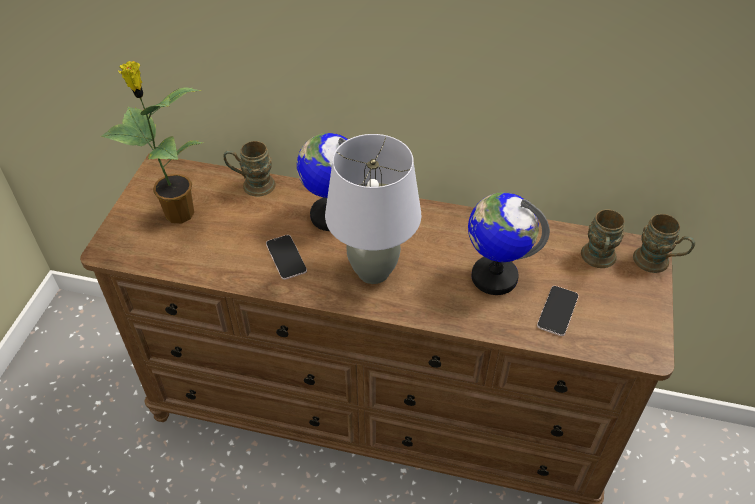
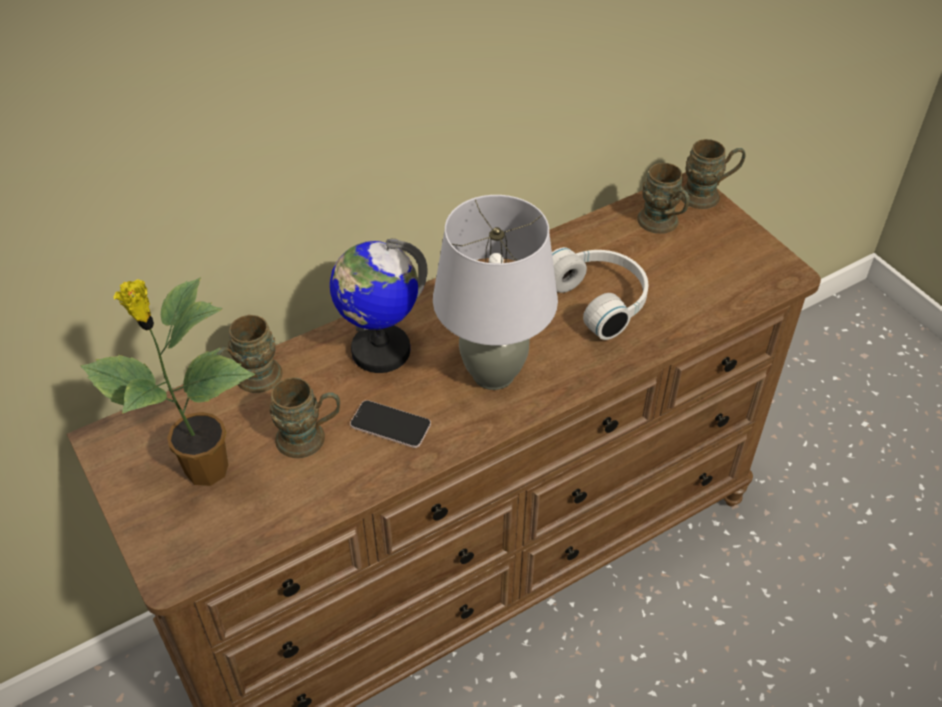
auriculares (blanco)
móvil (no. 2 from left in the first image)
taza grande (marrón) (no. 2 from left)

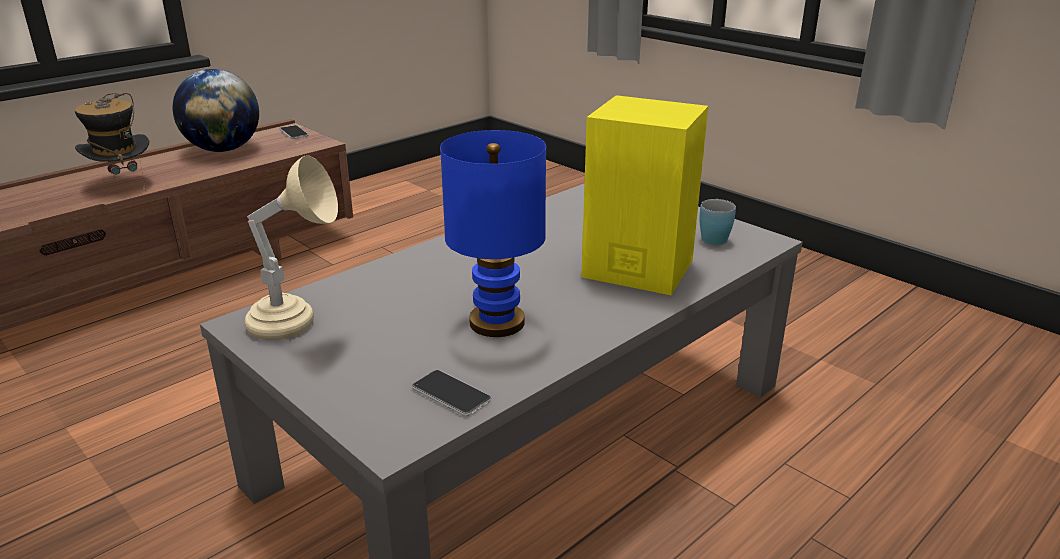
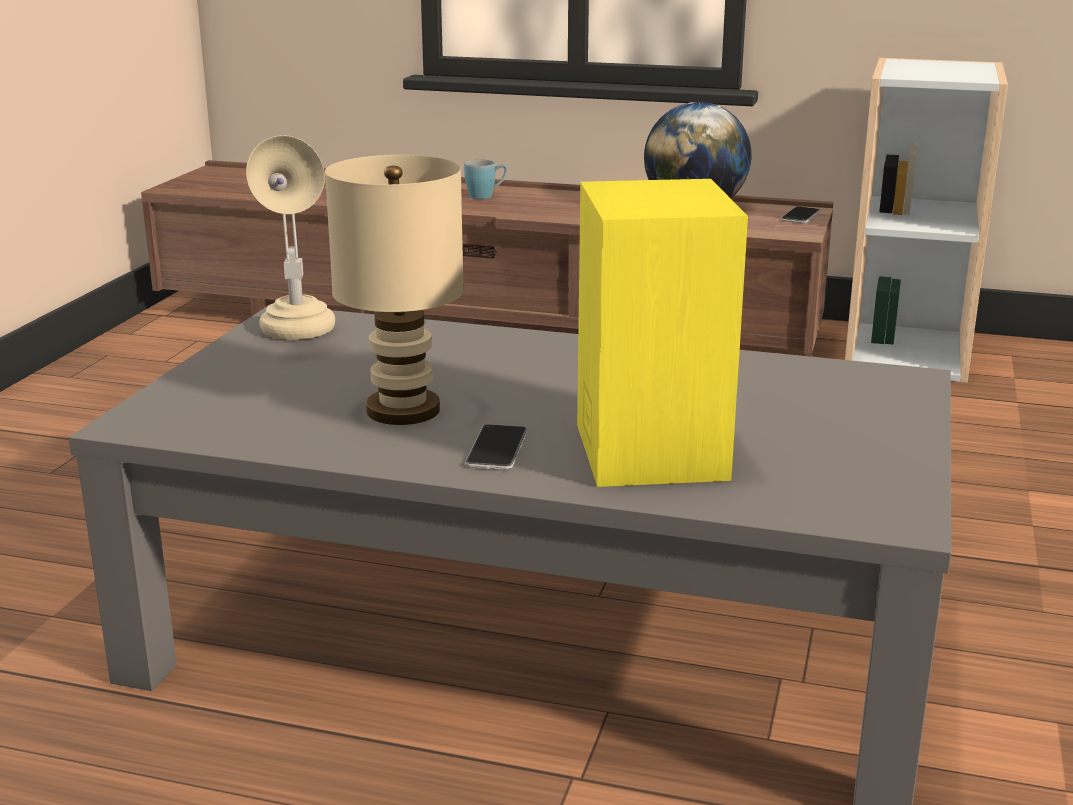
sombrero
móvil (no. 1 from left)
lámpara de mesa (beis) (no. 2 from left)
taza grande (azul)
estantería

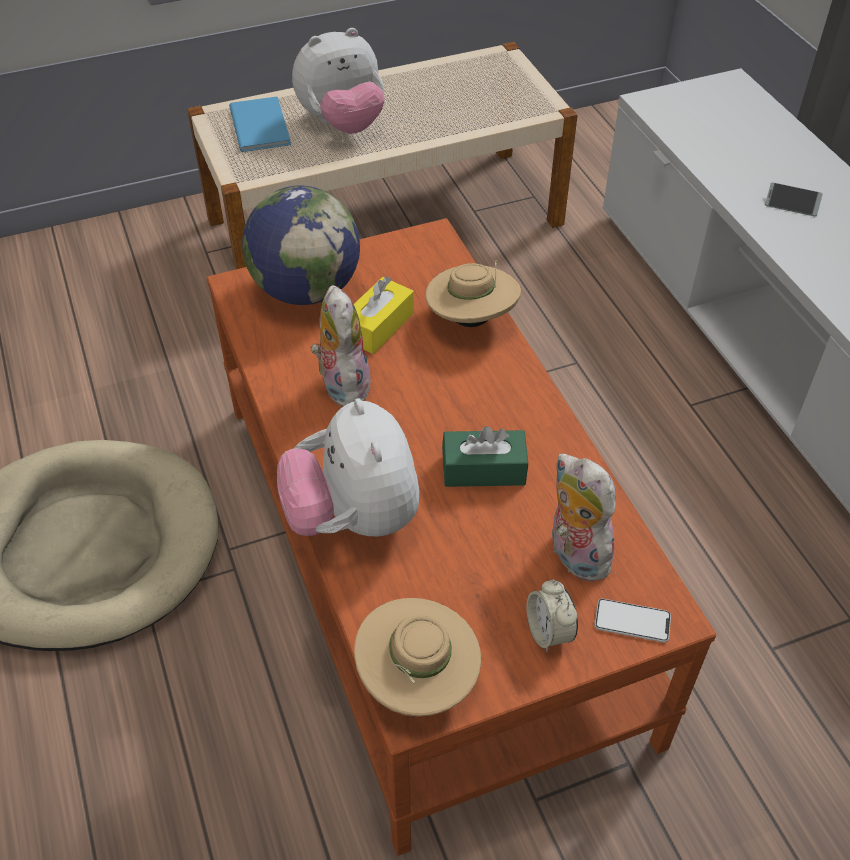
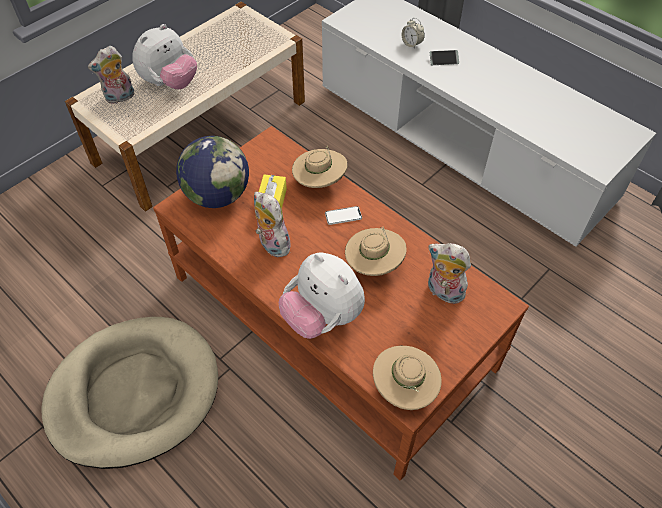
peluche (no. 1 from left)
sombrero (beis) (no. 2 from left)
despertador
móvil (no. 1 from left)

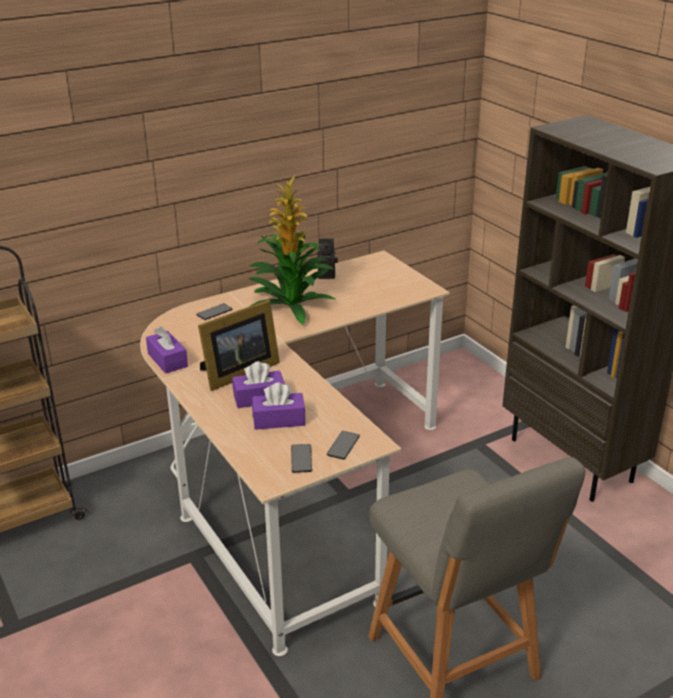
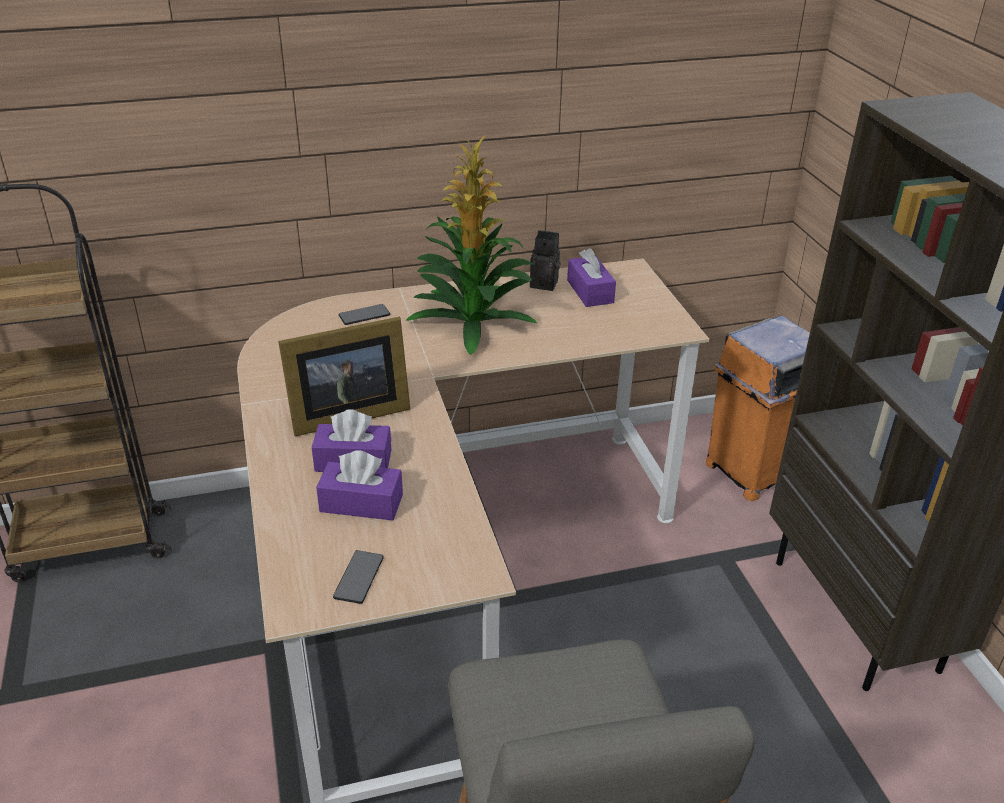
caja de pañuelos (morado) (no. 3 from left)
móvil (no. 3 from left in the first image)
papelera (naranja)

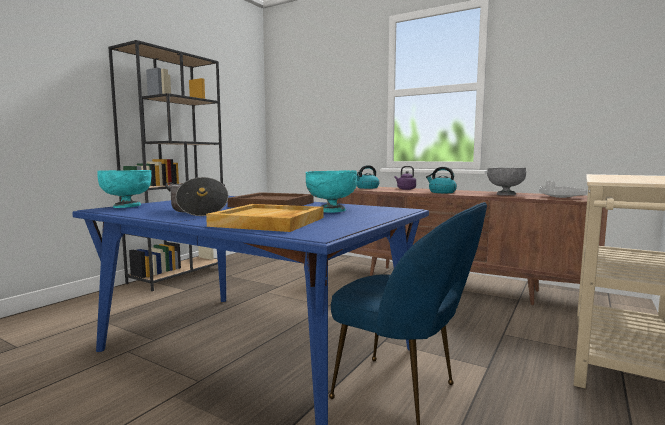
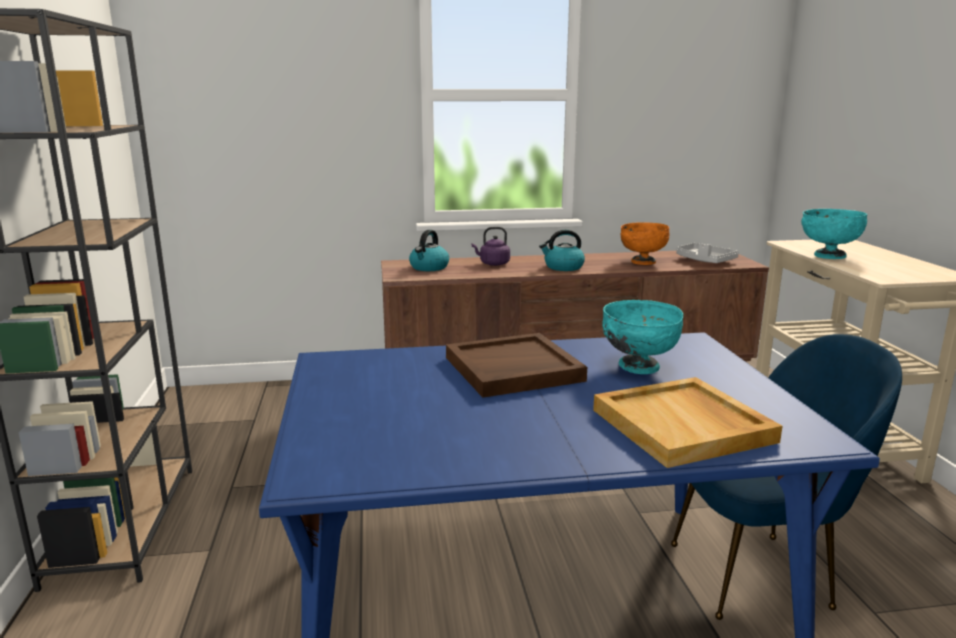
cuenco (turquesa) (no. 2 from left)
olla
cuenco (naranja)

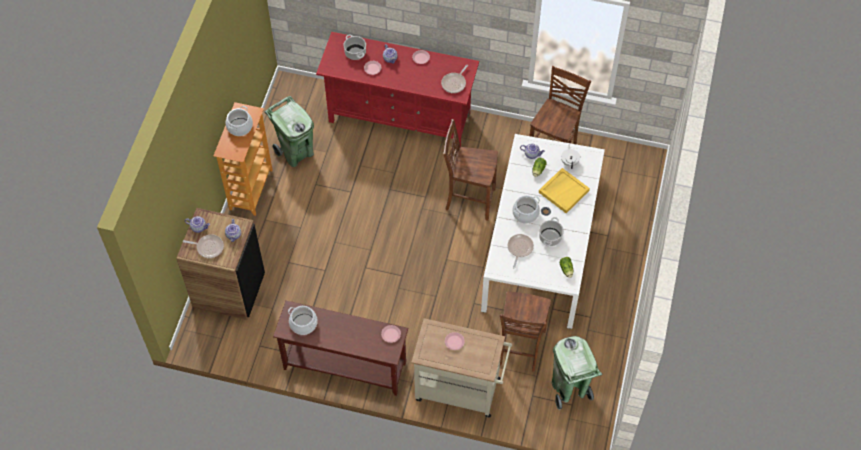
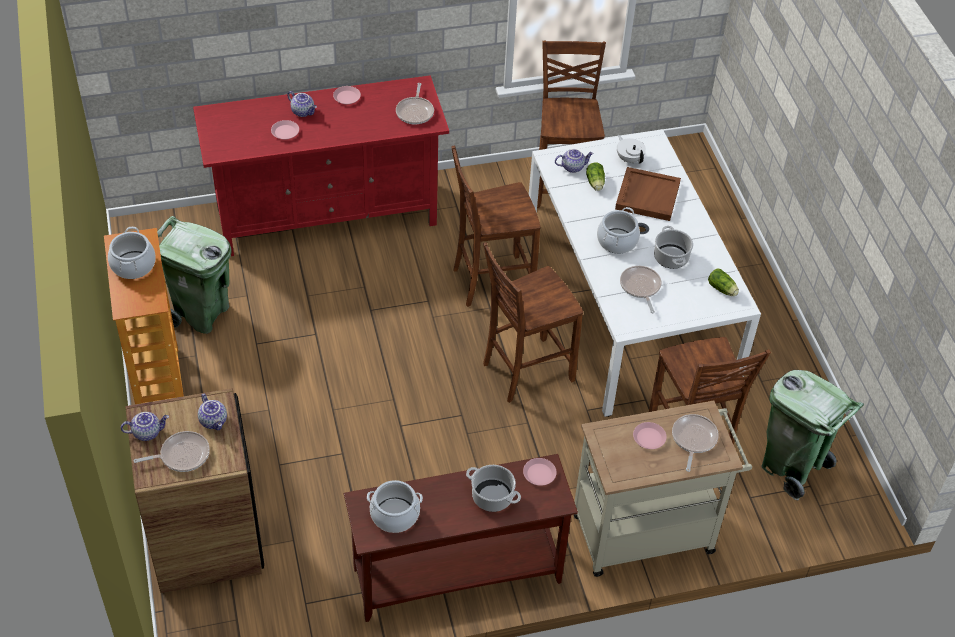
olla (no. 3 from left)
bandeja (marrón)
silla (marrón) (no. 2 from left)
sartén (no. 4 from left)

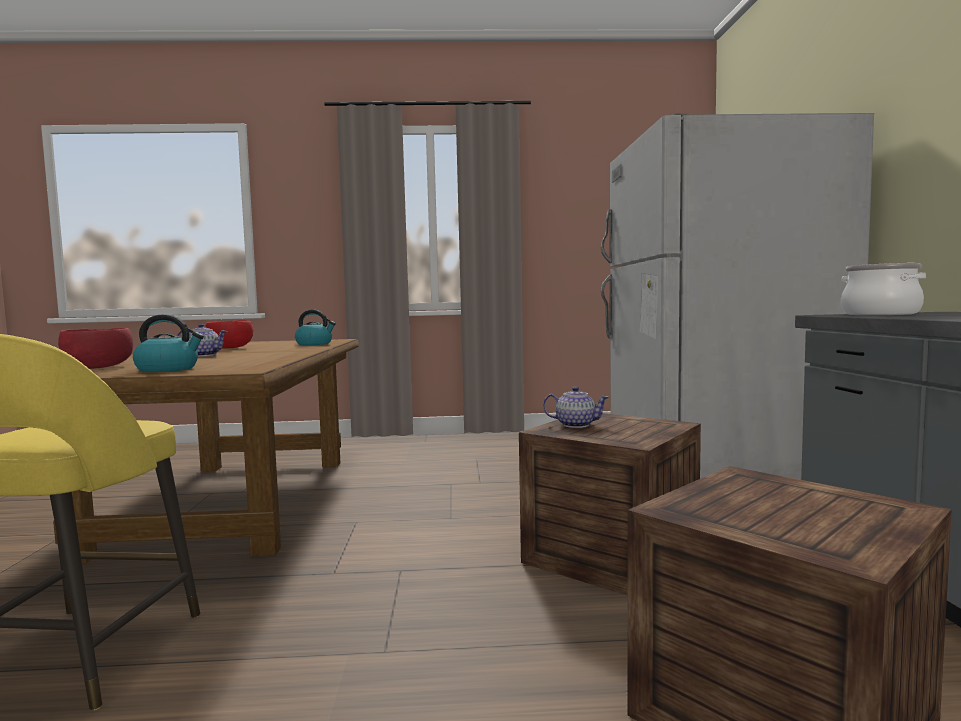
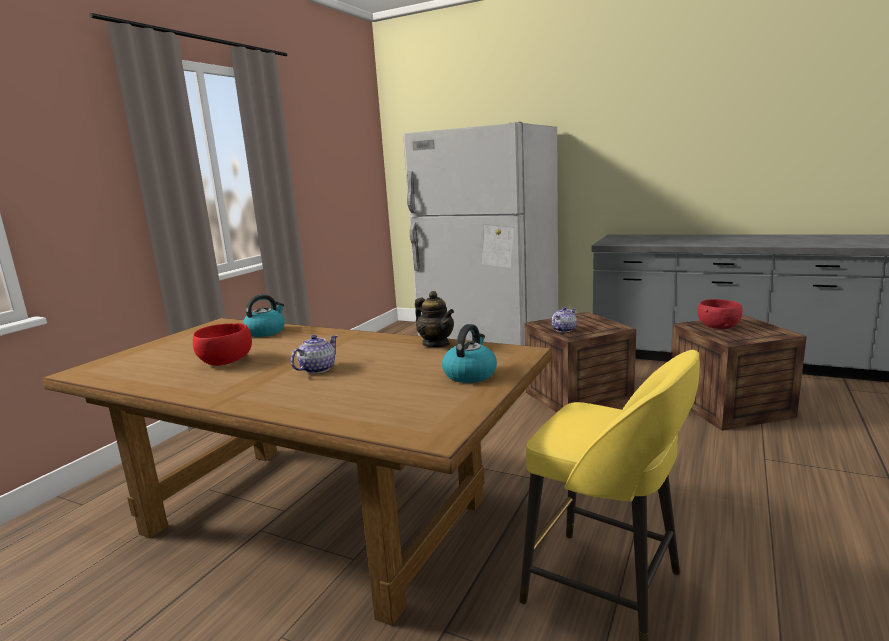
cuenco (rojo) (no. 2 from left)
olla
tetera (no. 2 from left)

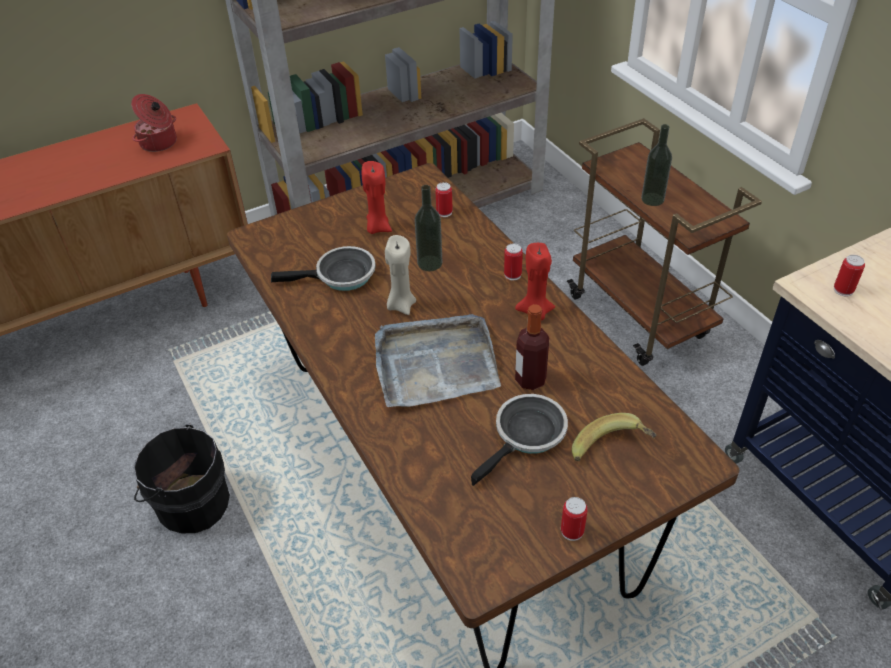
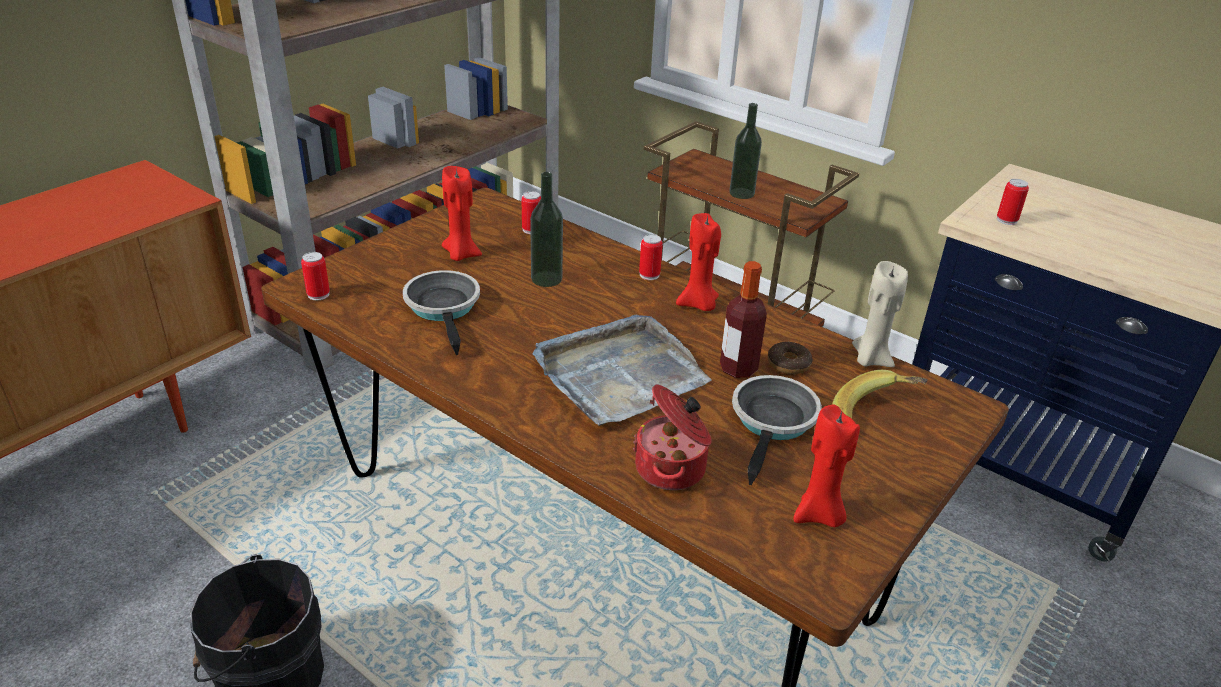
olla
sartén (no. 1 from left)
vela (beis)
lata (no. 1 from left)
rosquilla
vela (rojo) (no. 3 from left)

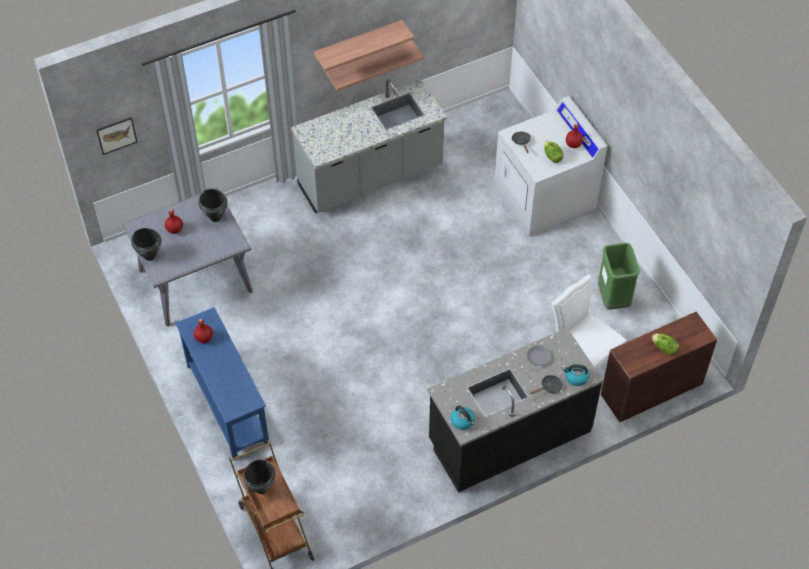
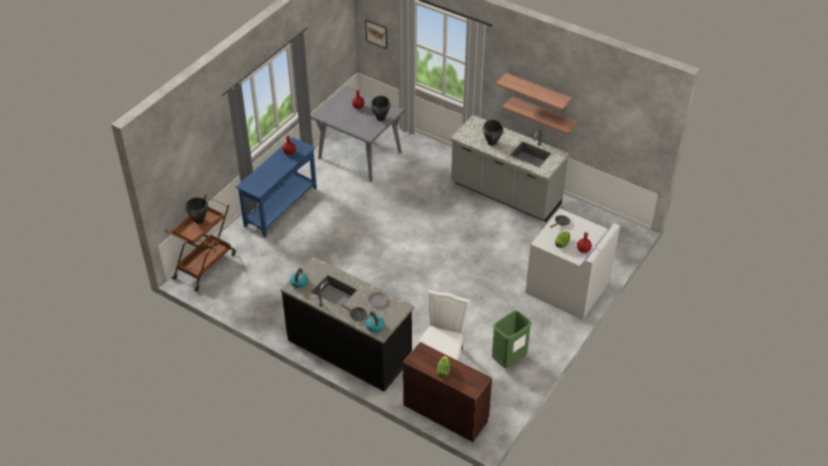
olla (negro) (no. 3 from left)

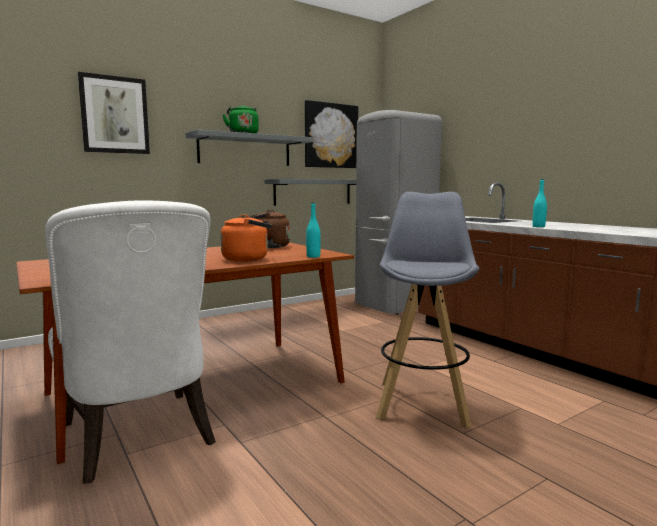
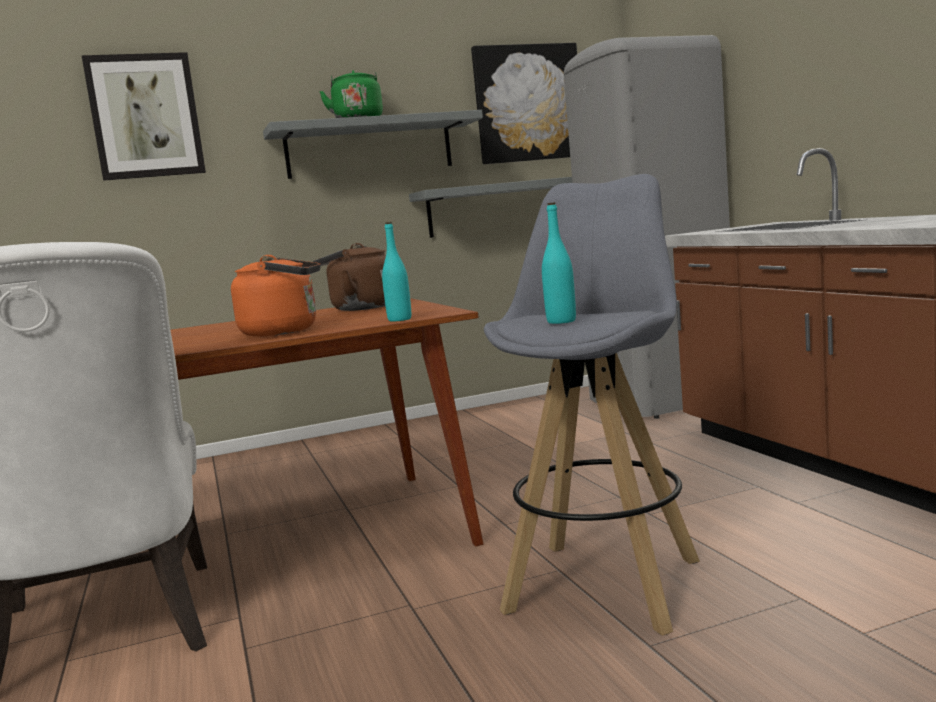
botella (turquesa) (no. 2 from left)

